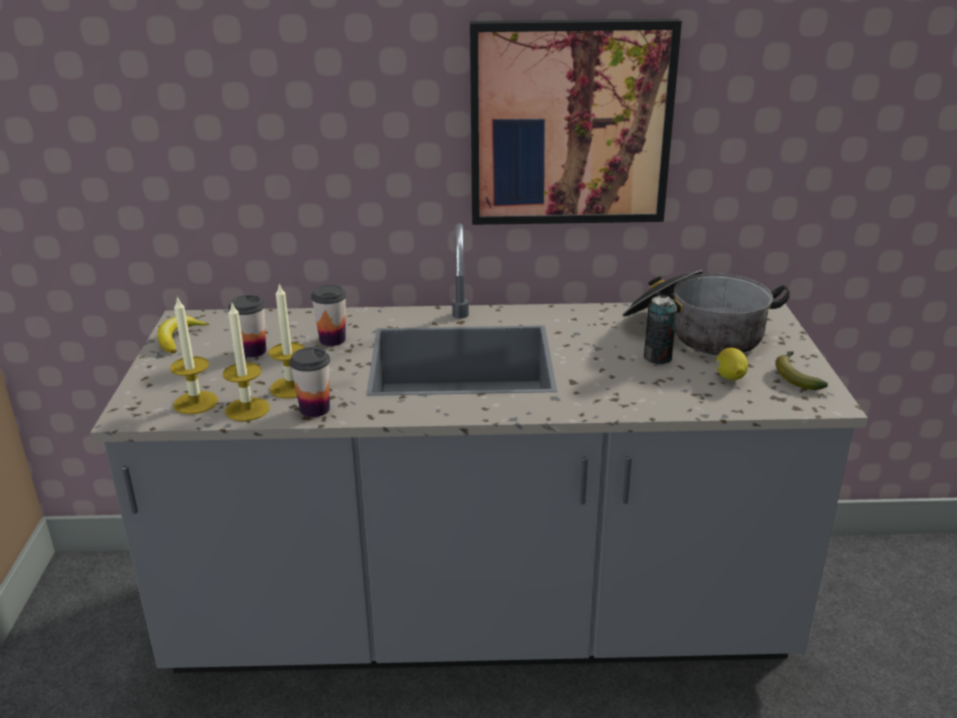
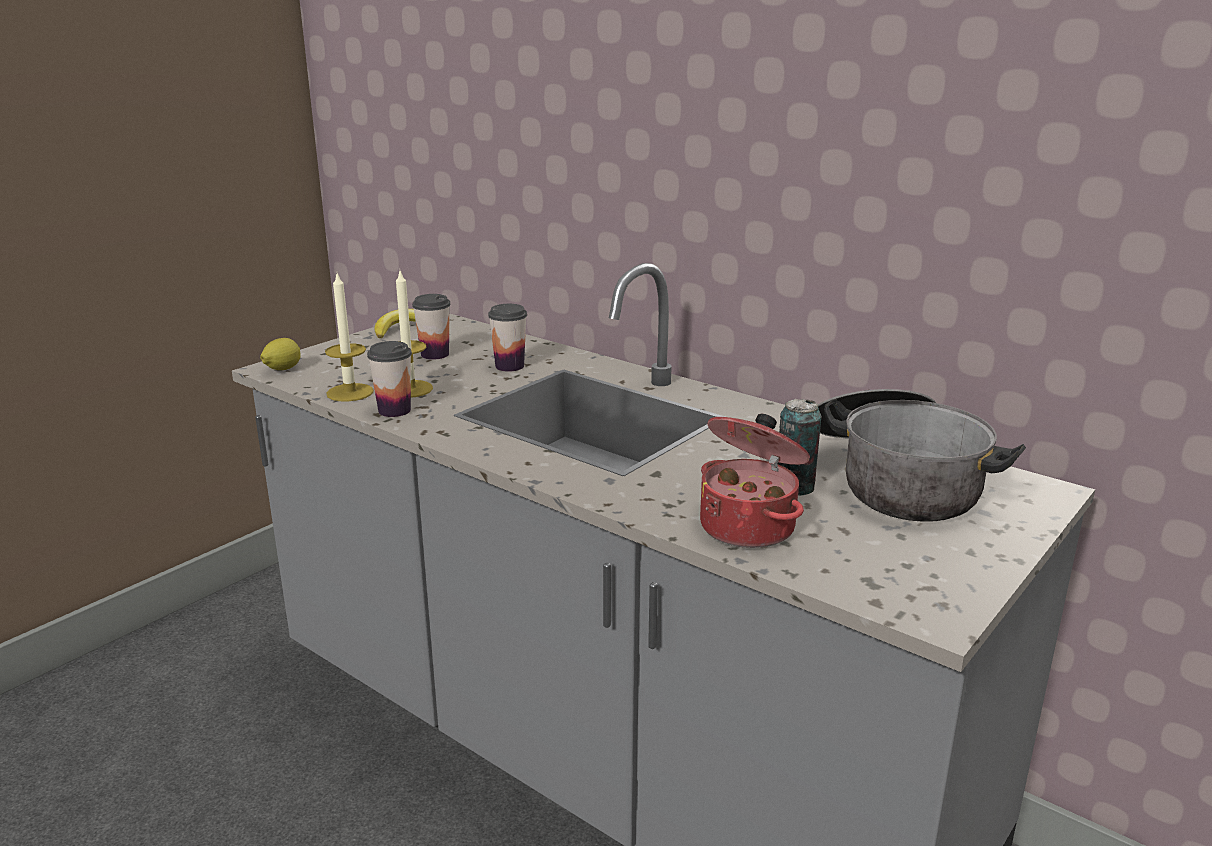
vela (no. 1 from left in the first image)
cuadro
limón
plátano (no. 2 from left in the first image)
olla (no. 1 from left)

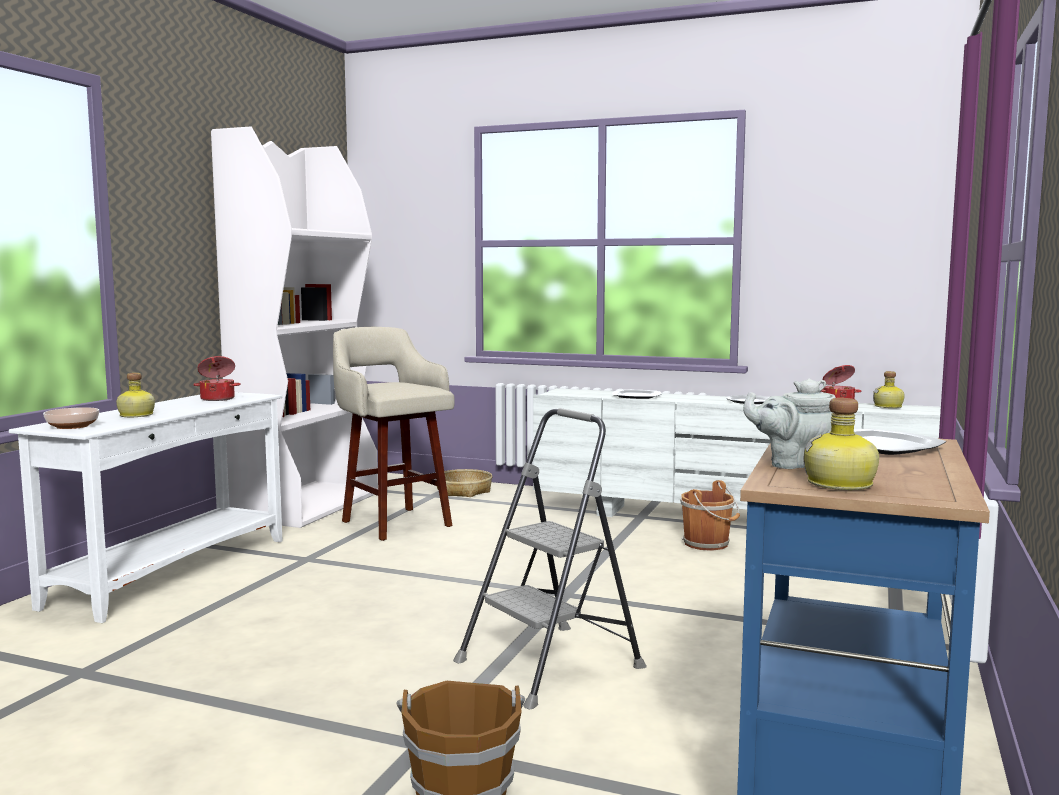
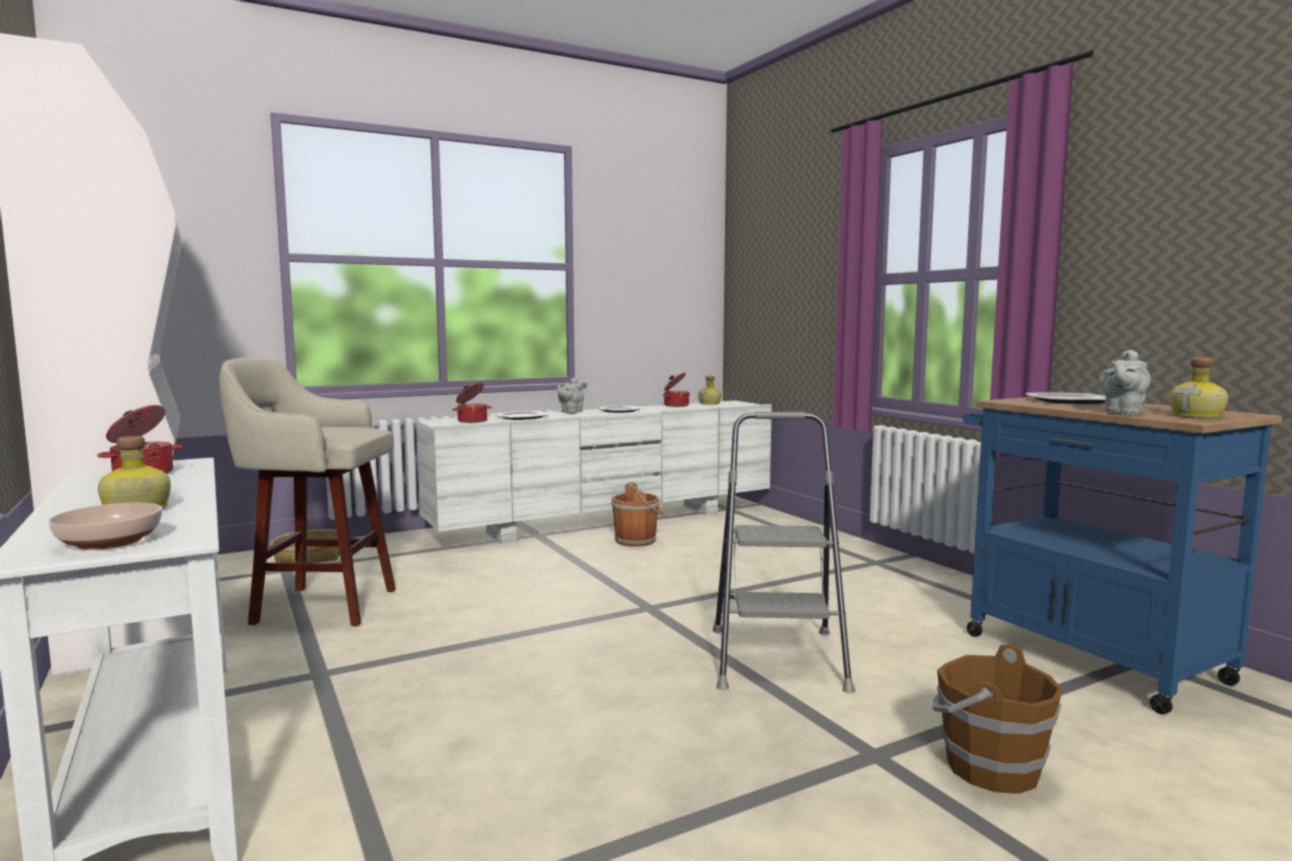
olla (no. 2 from left)
tetera (gris) (no. 1 from left)

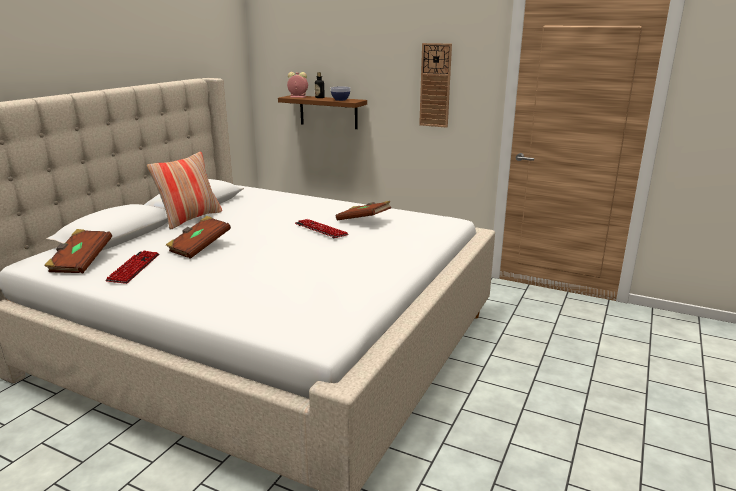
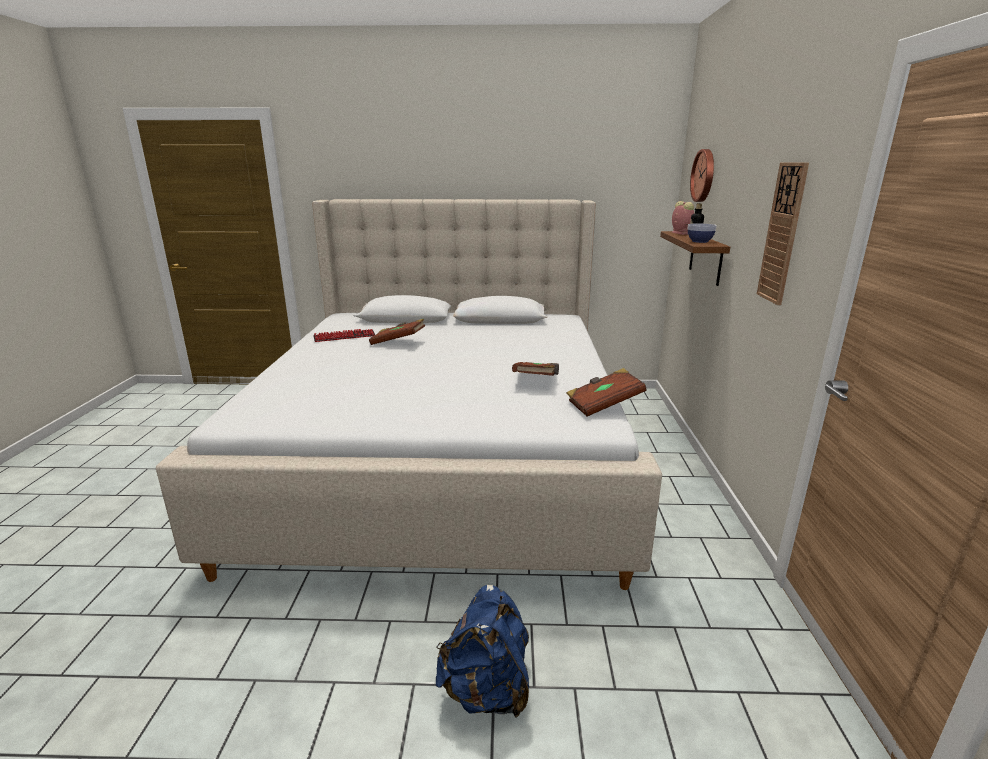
libro (marrón) (no. 3 from left)
cojín
teclado (no. 2 from left in the first image)
mochila (azul)
reloj de pared (no. 1 from left)

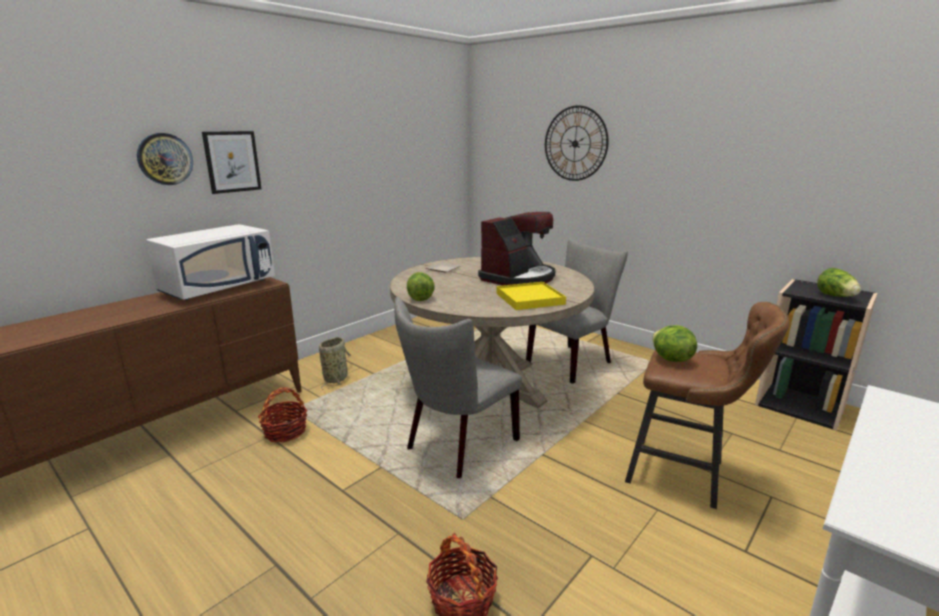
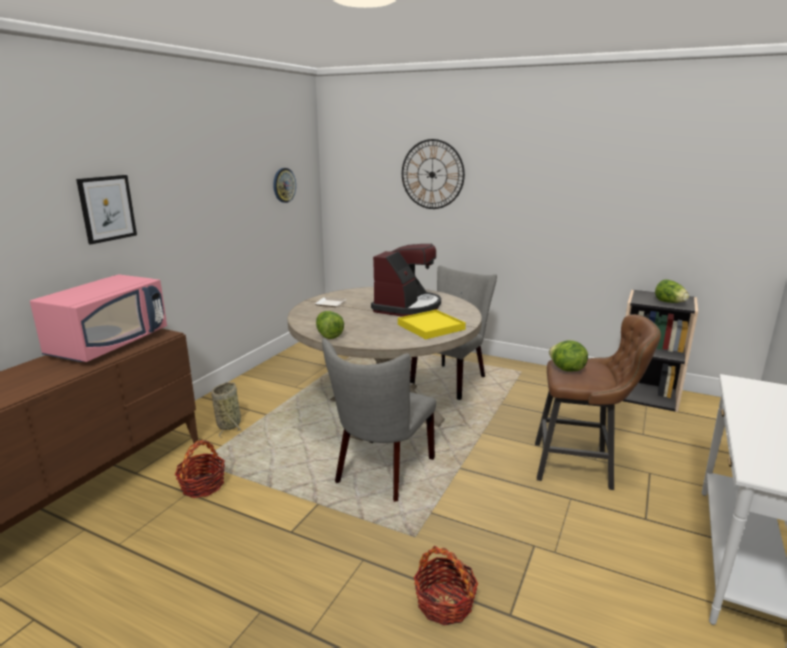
reloj de pared (no. 1 from left)
microondas (rosa)

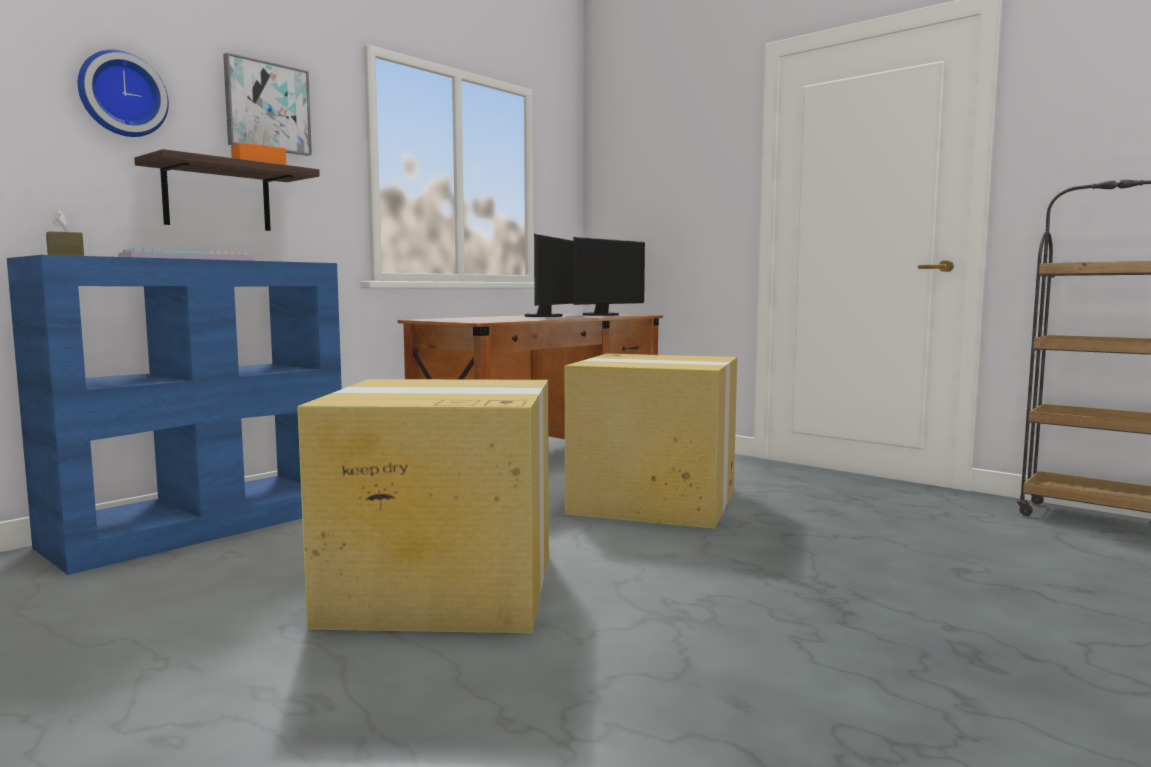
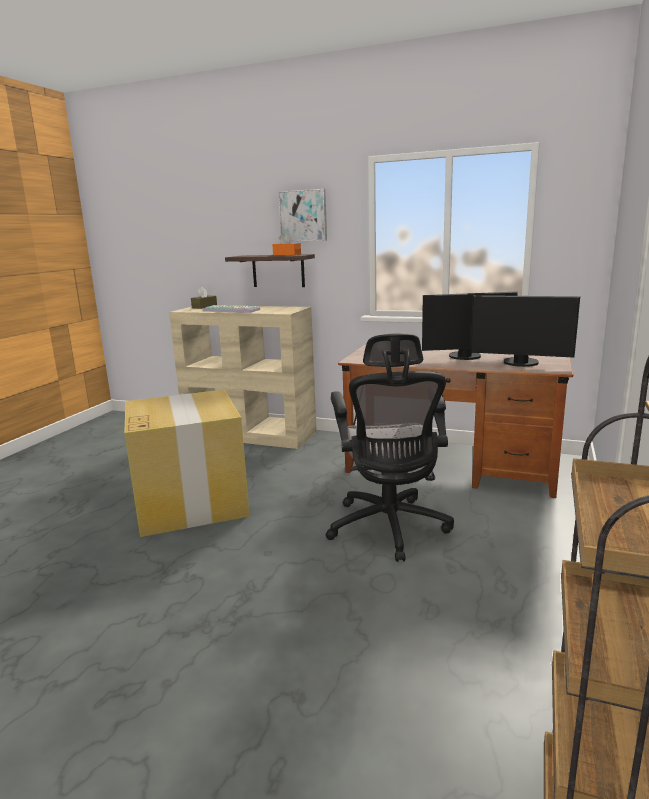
estantería (beis)
reloj de pared
silla de oficina

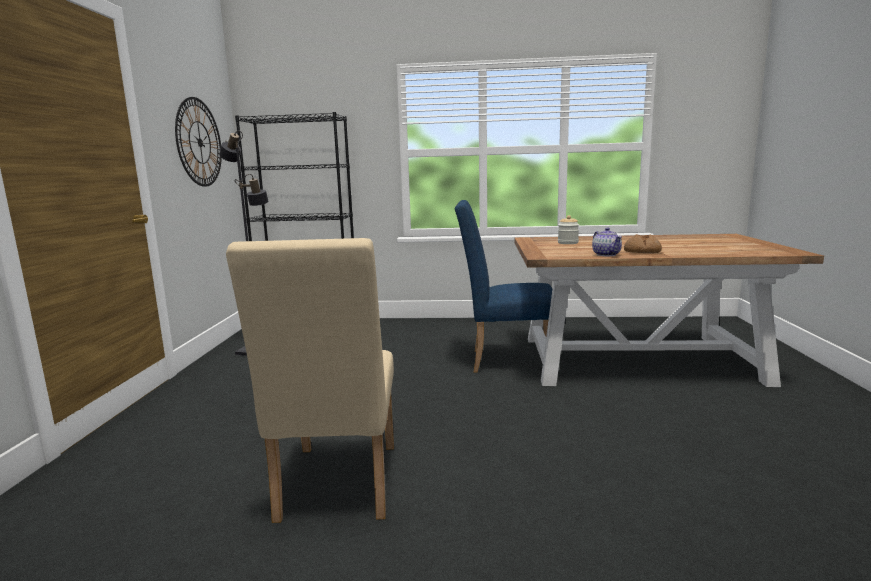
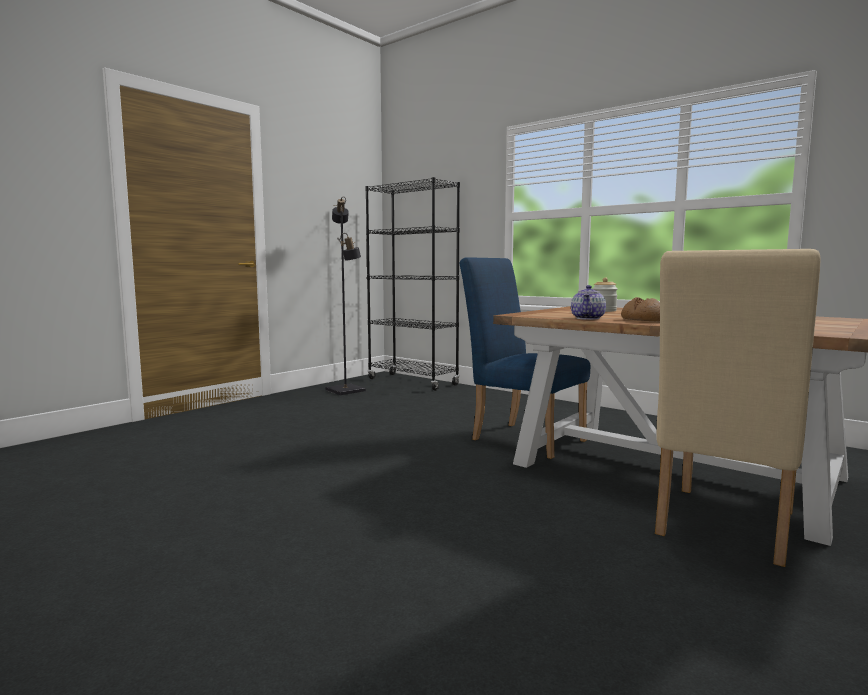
reloj de pared
silla (beis)

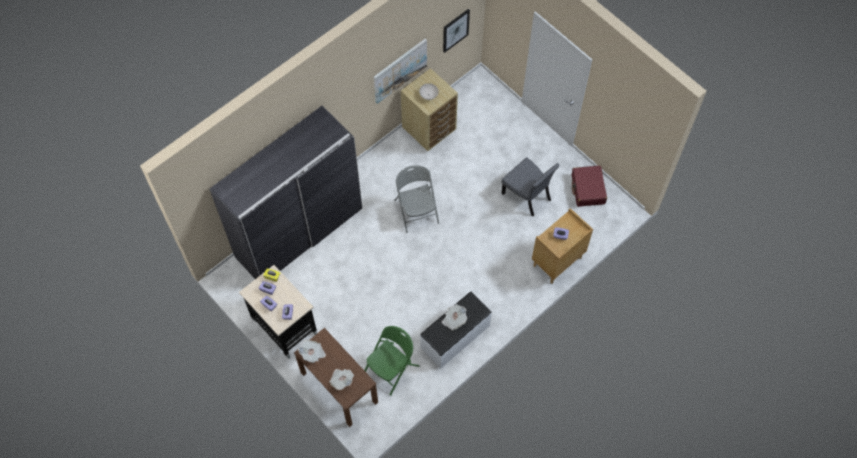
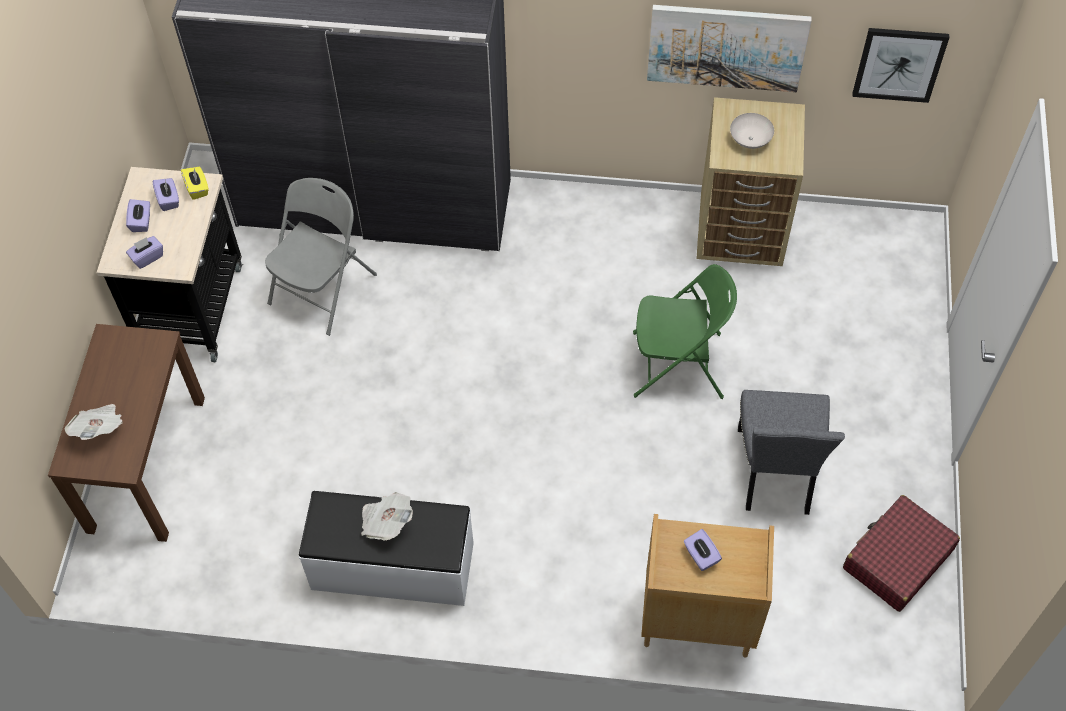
periódico (no. 1 from left in the first image)
silla (verde)
silla (gris) (no. 1 from left)

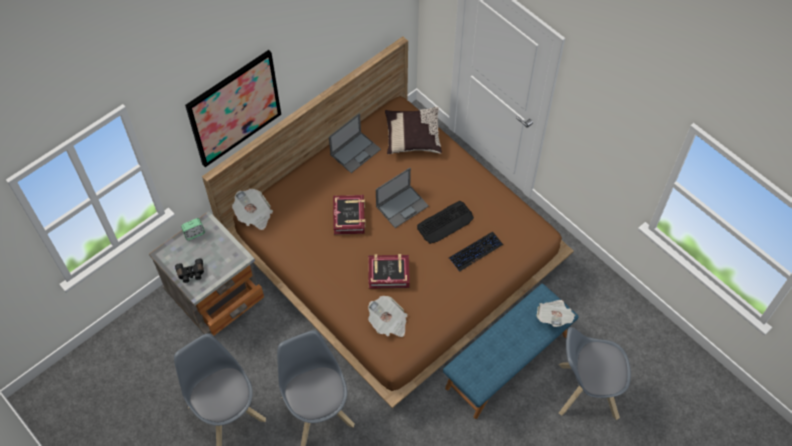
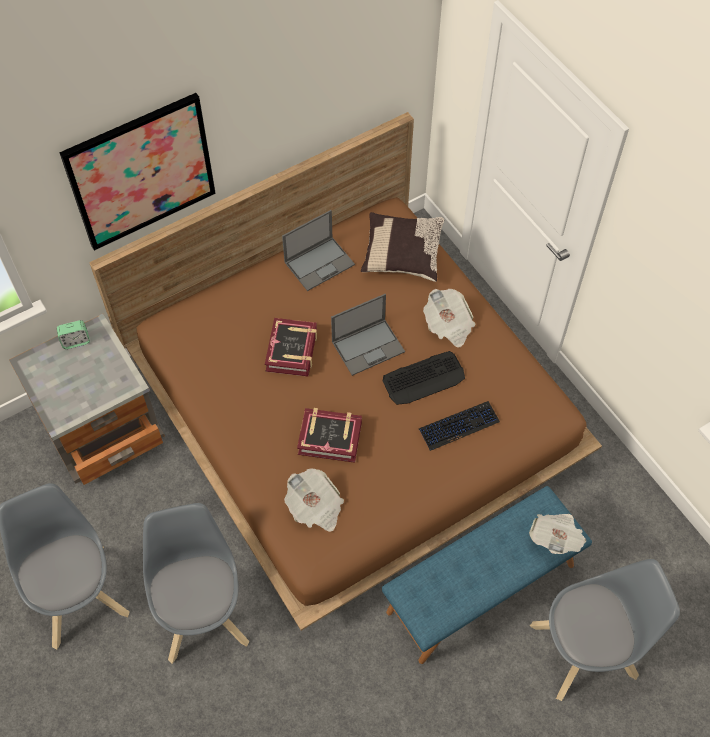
prismáticos (negro)
periódico (no. 2 from left)
silla (gris) (no. 3 from left)

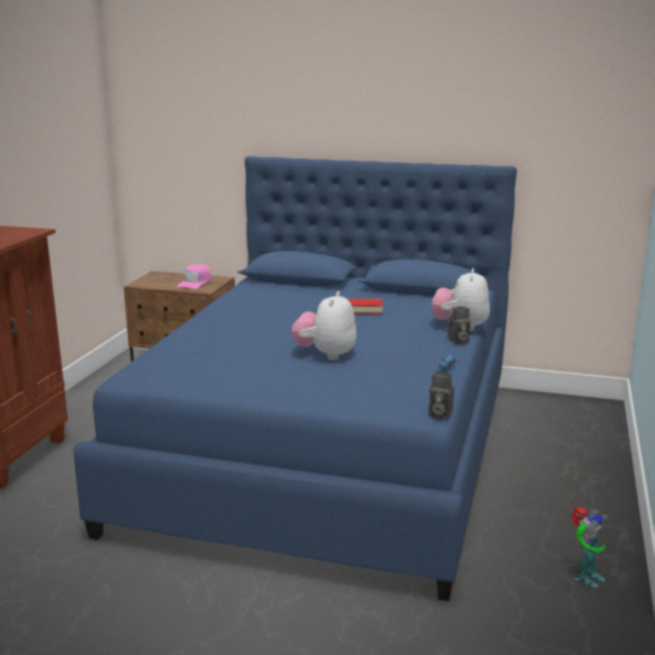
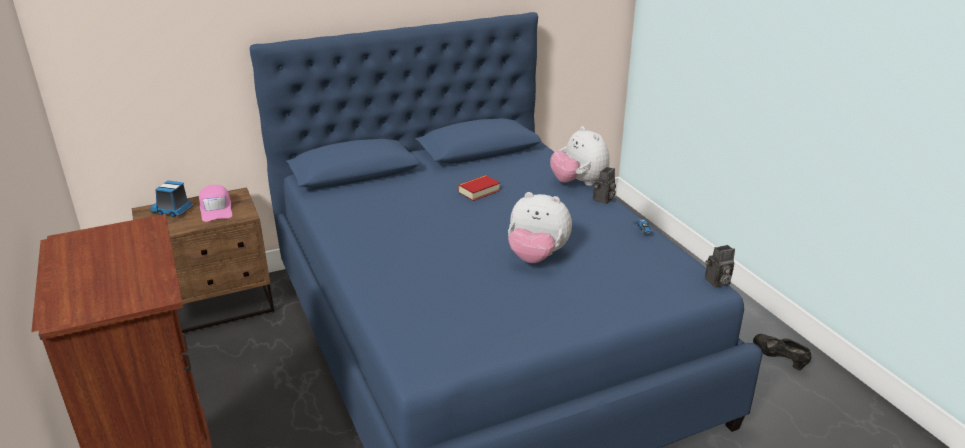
peluche (no. 1 from left)
zapato (negro)
camión de juguete

